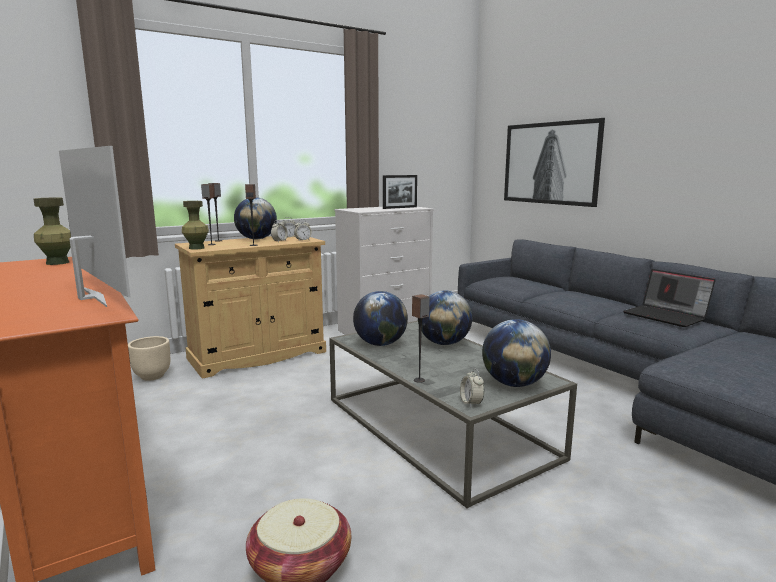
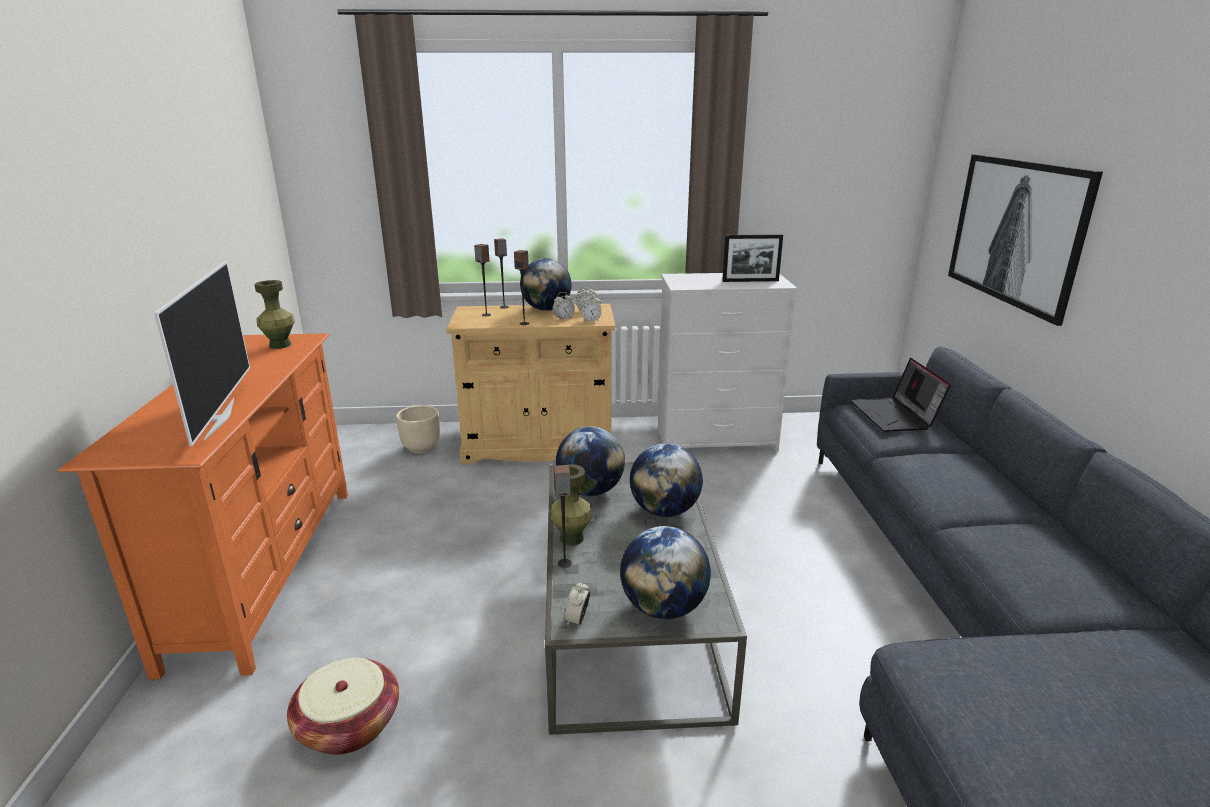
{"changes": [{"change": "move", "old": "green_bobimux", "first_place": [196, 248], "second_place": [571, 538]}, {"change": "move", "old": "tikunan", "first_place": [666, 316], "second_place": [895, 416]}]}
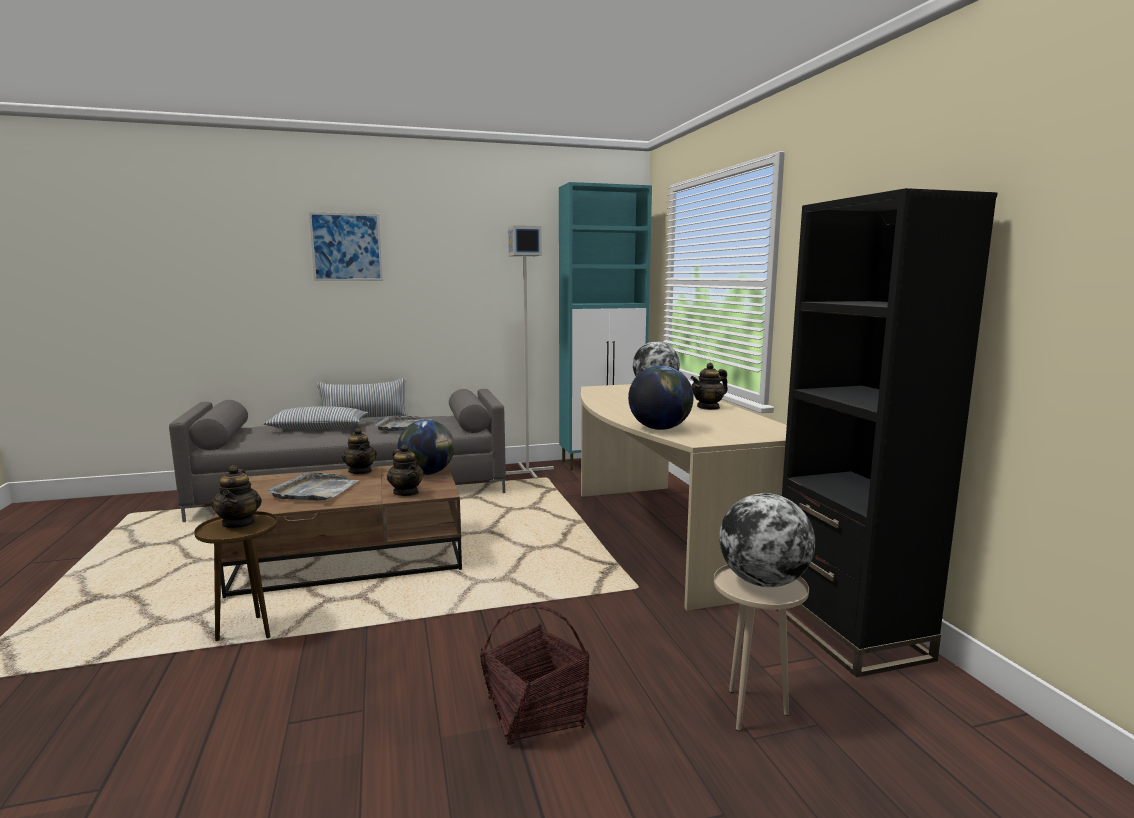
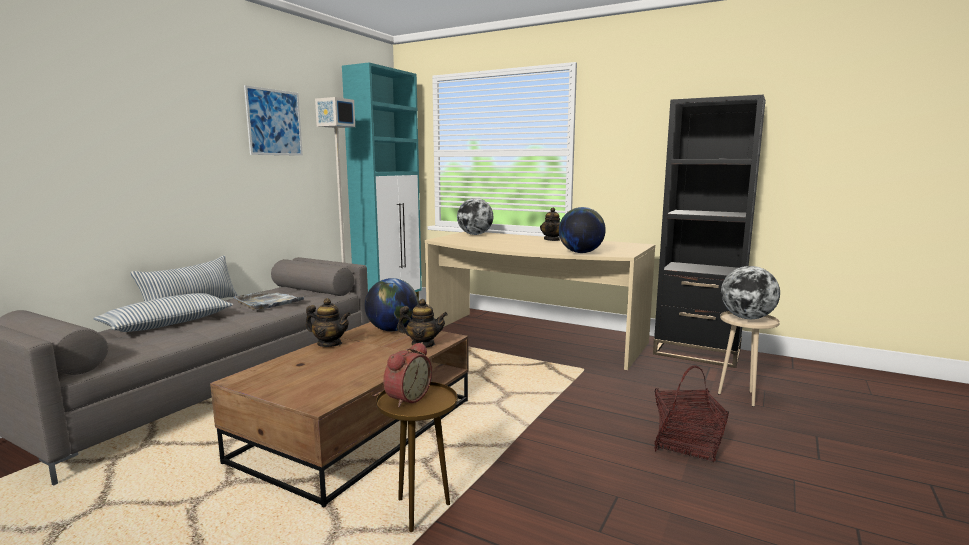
{"changes": [{"change": "move", "old": "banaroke", "first_place": [346, 247], "second_place": [274, 122]}, {"change": "replace", "old": "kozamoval", "new": "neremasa", "first_place": [239, 523], "second_place": [406, 398]}, {"change": "delete", "old": "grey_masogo", "first_place": [315, 491]}]}
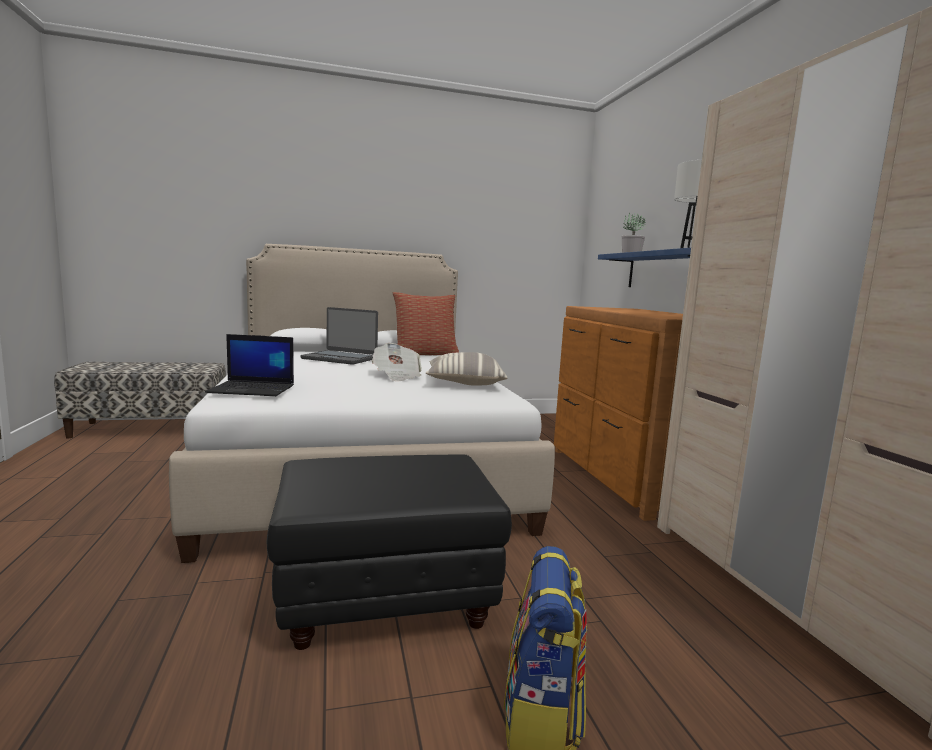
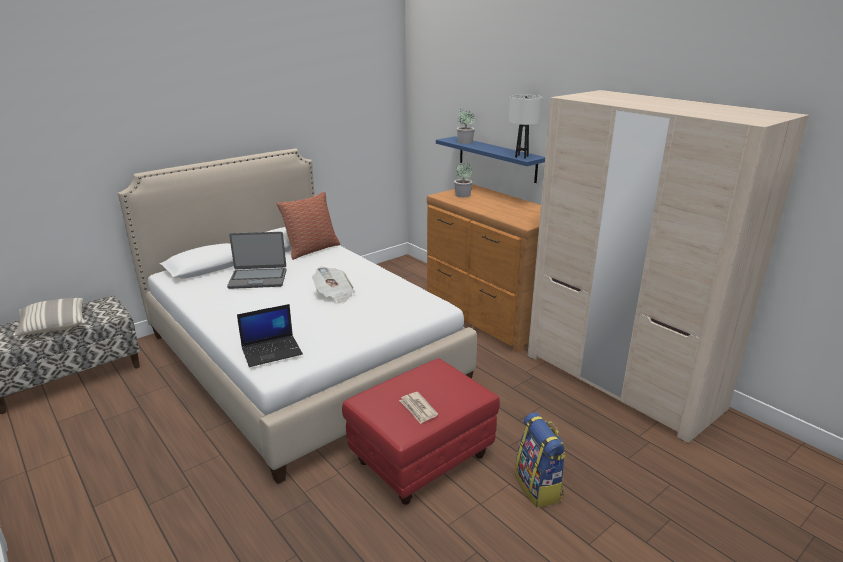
{"changes": [{"change": "move", "old": "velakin", "first_place": [464, 383], "second_place": [53, 326]}, {"change": "recolor", "old": "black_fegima", "new": "red_fegima", "first_place": [385, 597], "second_place": [421, 458]}, {"change": "insert", "new": "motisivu", "second_place": [463, 195]}, {"change": "insert", "new": "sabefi", "second_place": [418, 409]}]}
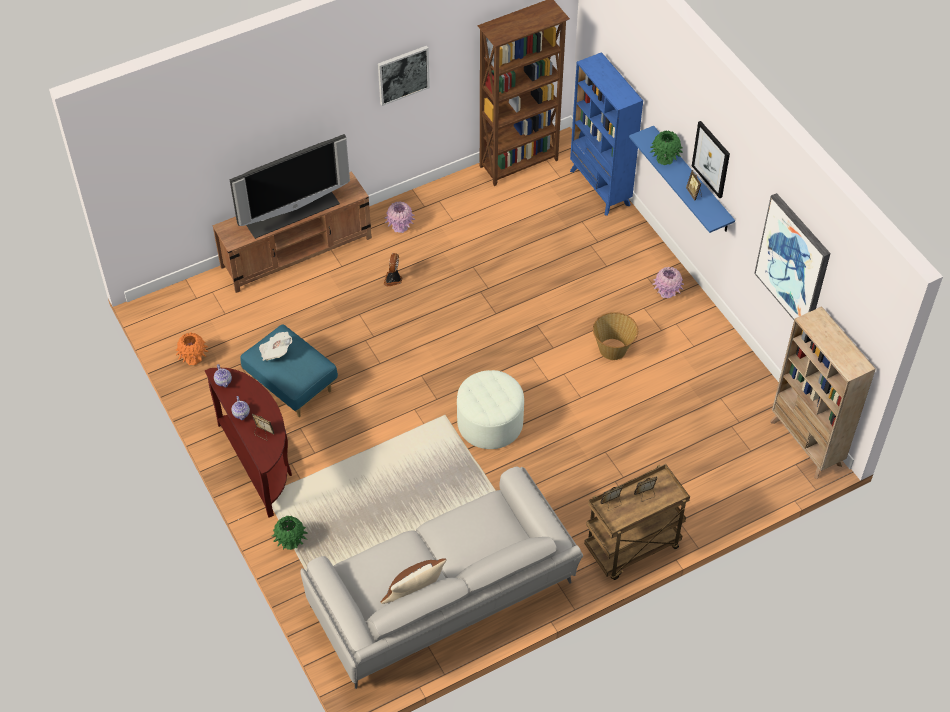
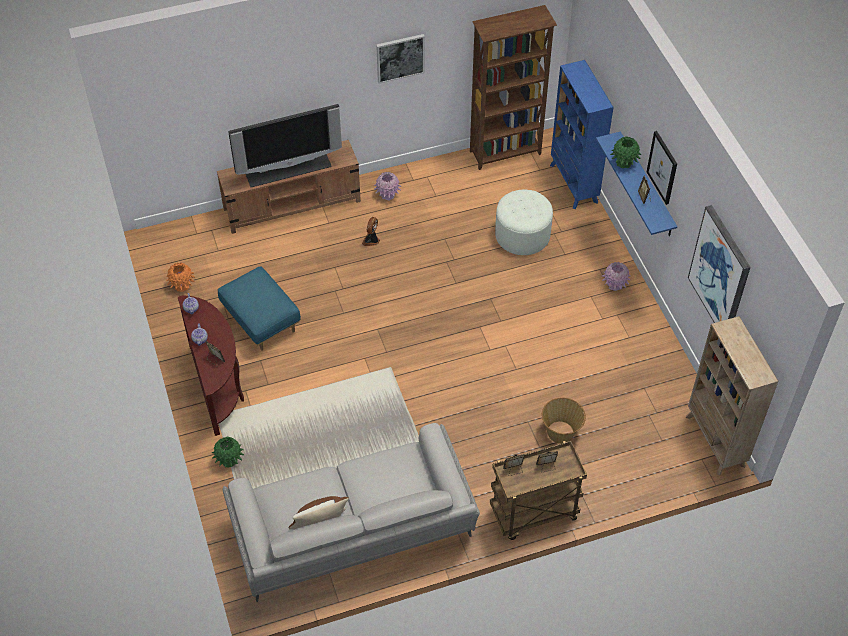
{"changes": [{"change": "move", "old": "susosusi", "first_place": [613, 349], "second_place": [561, 432]}, {"change": "delete", "old": "sabefi", "first_place": [275, 351]}, {"change": "move", "old": "white_fegima", "first_place": [490, 423], "second_place": [522, 235]}]}
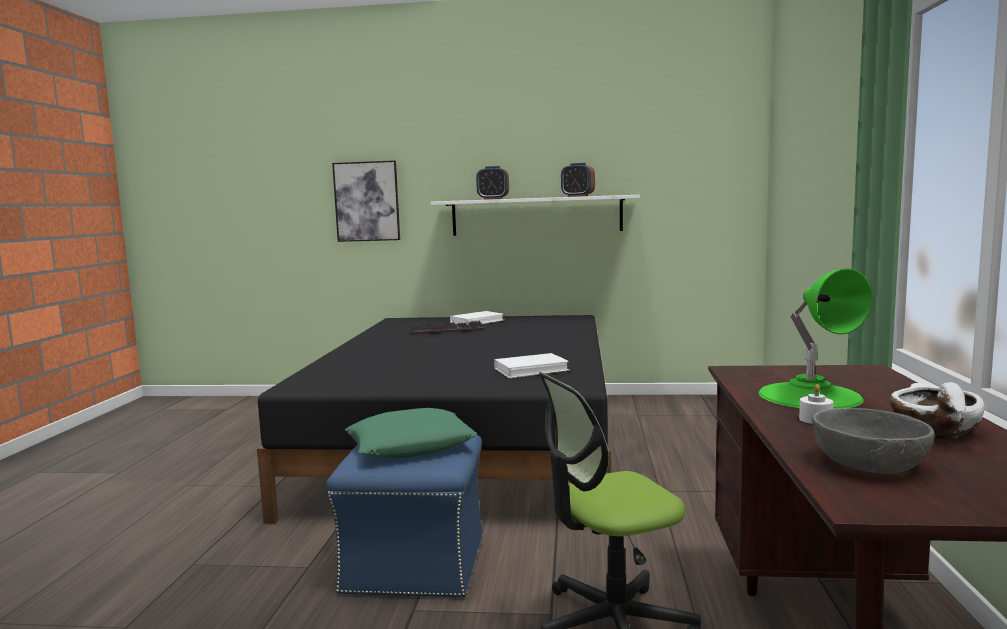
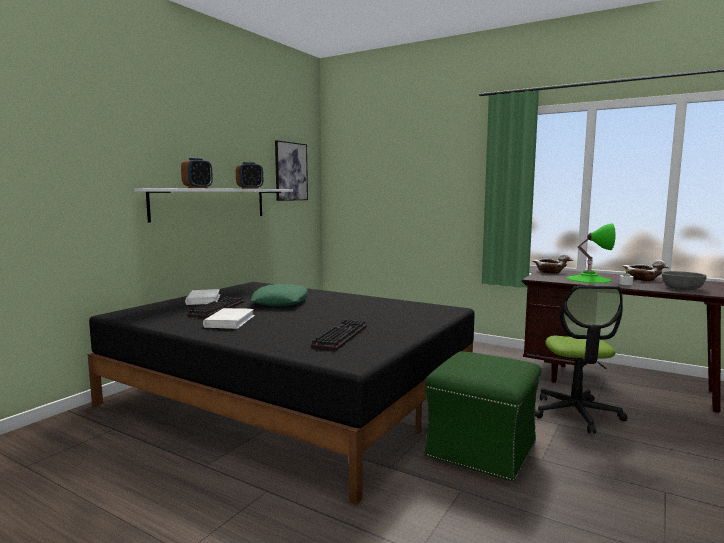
{"changes": [{"change": "move", "old": "banaroke", "first_place": [367, 201], "second_place": [291, 171]}, {"change": "move", "old": "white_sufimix", "first_place": [531, 370], "second_place": [230, 321]}, {"change": "move", "old": "green_velakin", "first_place": [411, 445], "second_place": [280, 301]}, {"change": "recolor", "old": "blue_fegima", "new": "green_fegima", "first_place": [416, 564], "second_place": [482, 449]}, {"change": "insert", "new": "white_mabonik", "second_place": [549, 272]}, {"change": "insert", "new": "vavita", "second_place": [339, 336]}]}
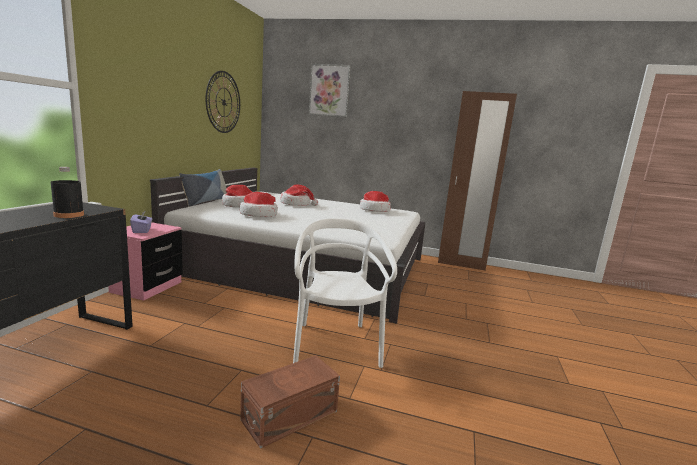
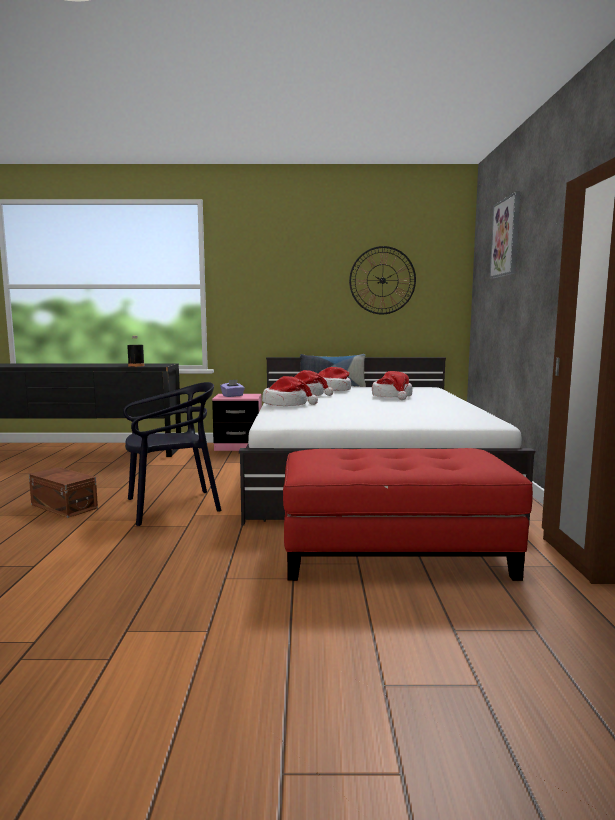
{"changes": [{"change": "move", "old": "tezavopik", "first_place": [374, 210], "second_place": [286, 404]}, {"change": "recolor", "old": "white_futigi", "new": "black_futigi", "first_place": [335, 345], "second_place": [171, 506]}, {"change": "insert", "new": "red_fegima", "second_place": [395, 552]}]}
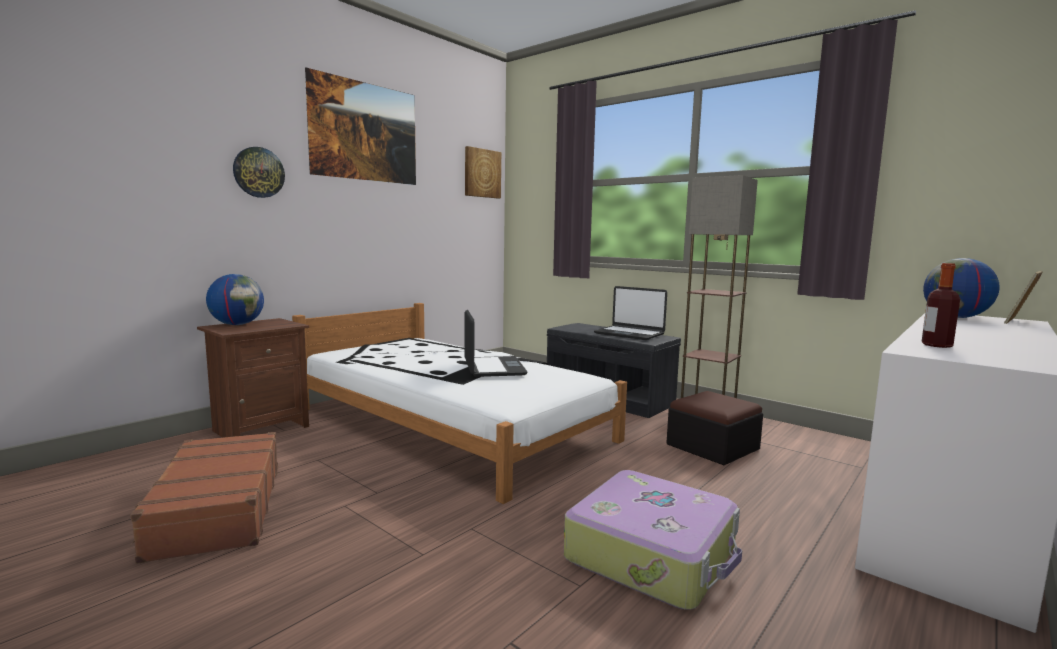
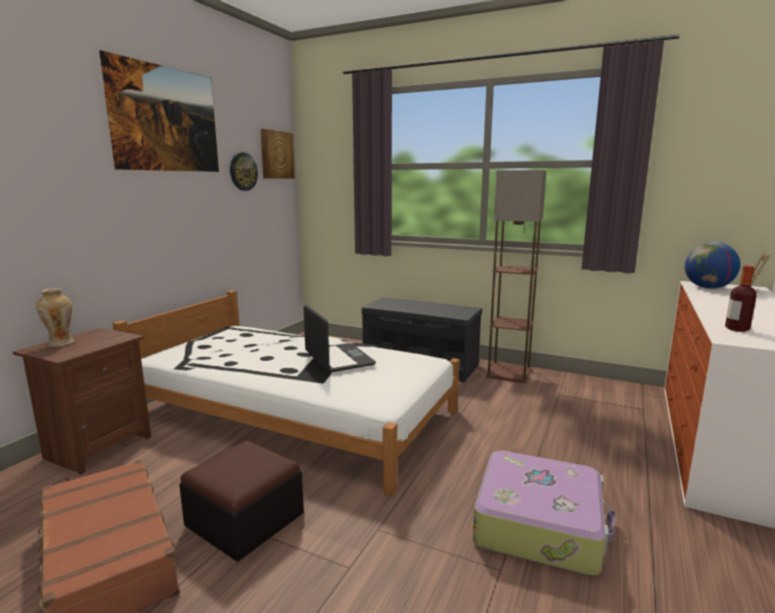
{"changes": [{"change": "move", "old": "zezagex", "first_place": [258, 172], "second_place": [243, 171]}, {"change": "replace", "old": "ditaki", "new": "bobimux", "first_place": [237, 324], "second_place": [60, 343]}, {"change": "delete", "old": "tikunan", "first_place": [629, 334]}, {"change": "move", "old": "fegima", "first_place": [712, 447], "second_place": [245, 519]}]}
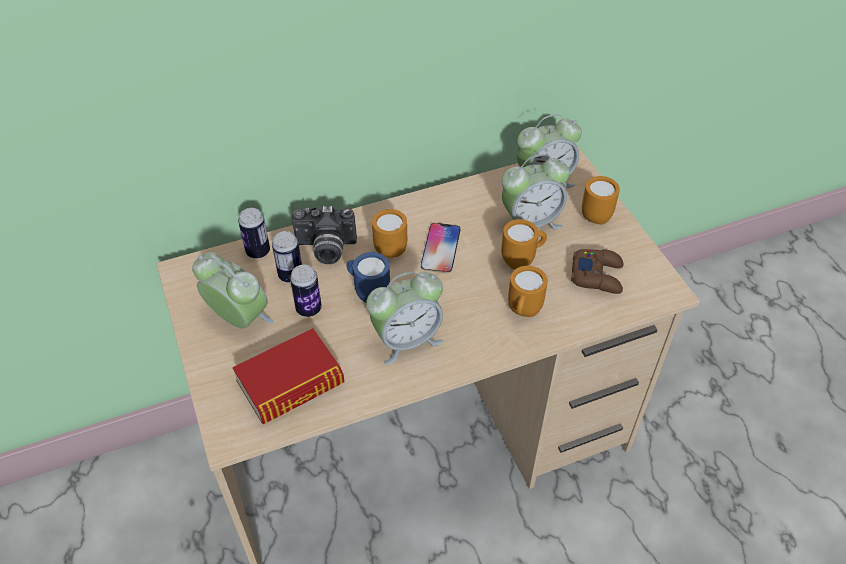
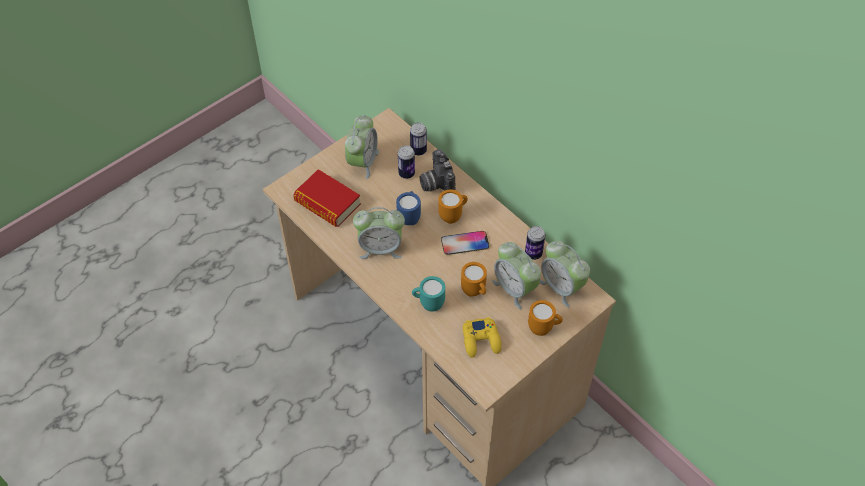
{"changes": [{"change": "recolor", "old": "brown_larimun", "new": "yellow_larimun", "first_place": [597, 275], "second_place": [481, 340]}, {"change": "move", "old": "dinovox", "first_place": [308, 309], "second_place": [533, 254]}, {"change": "recolor", "old": "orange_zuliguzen", "new": "turquoise_zuliguzen", "first_place": [523, 313], "second_place": [428, 304]}, {"change": "rotate", "old": "neremasa", "first_place": [406, 340], "second_place": [380, 248], "degrees": -45}]}
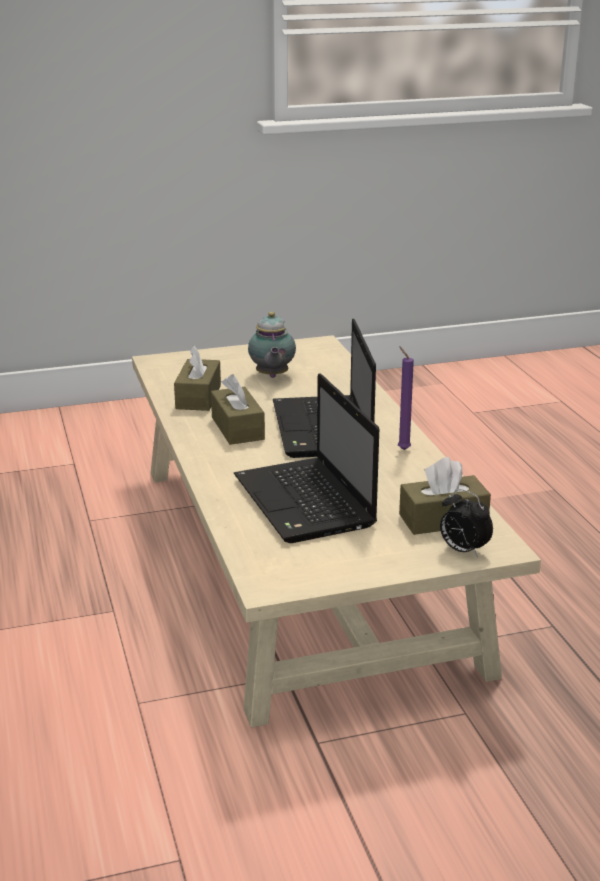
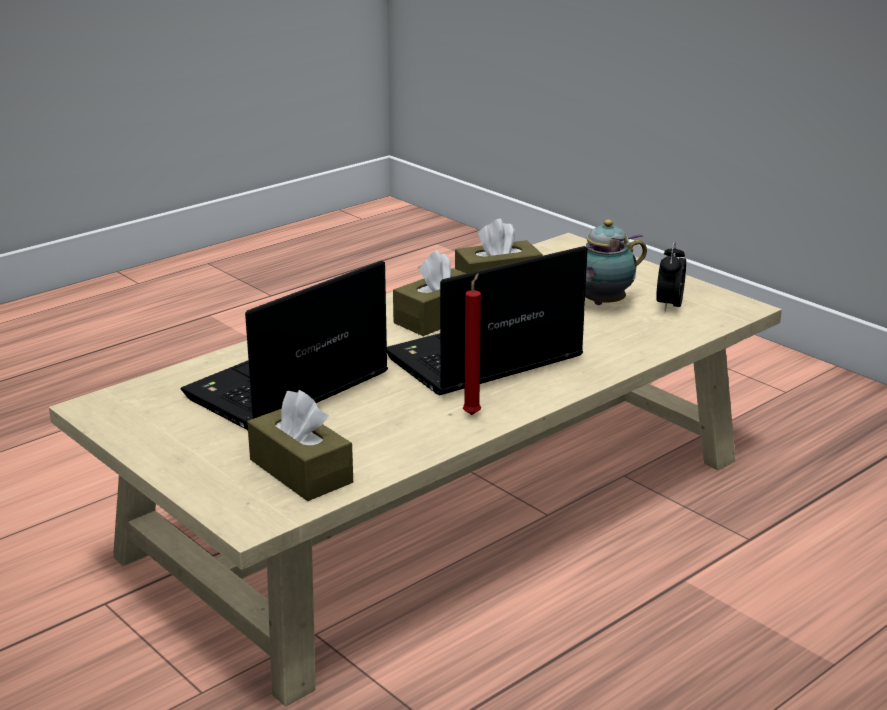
{"changes": [{"change": "recolor", "old": "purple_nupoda", "new": "red_nupoda", "first_place": [402, 449], "second_place": [473, 413]}, {"change": "move", "old": "neremasa", "first_place": [462, 550], "second_place": [669, 306]}]}
